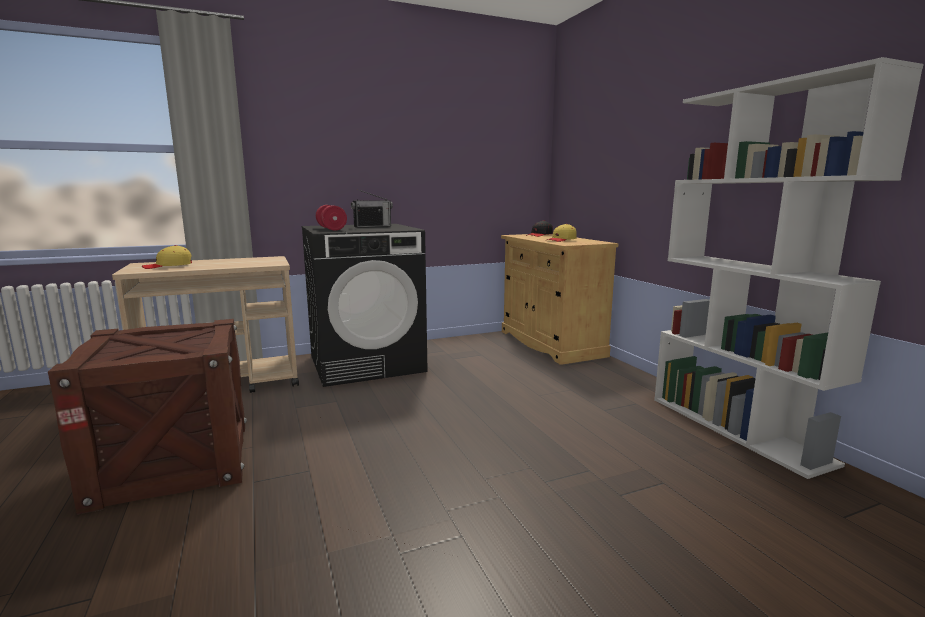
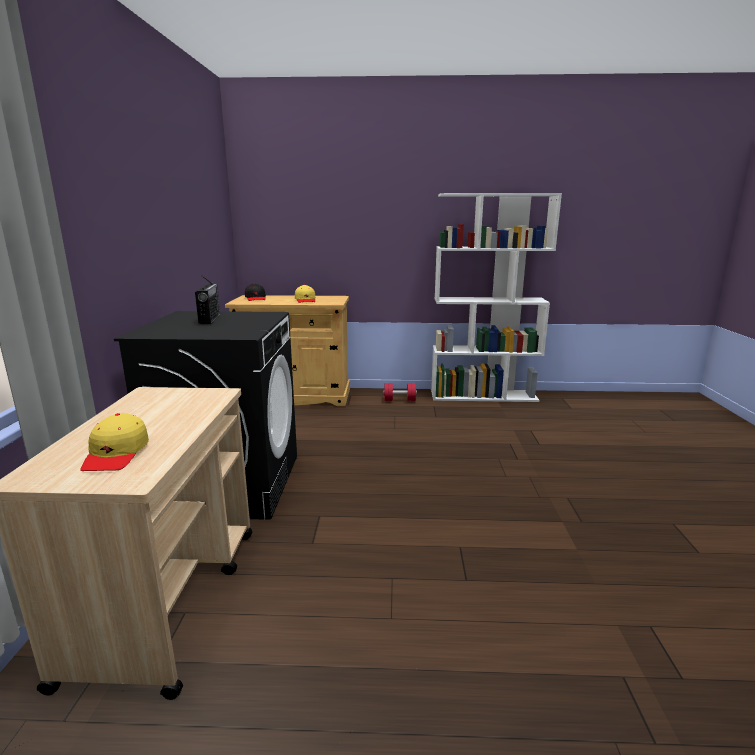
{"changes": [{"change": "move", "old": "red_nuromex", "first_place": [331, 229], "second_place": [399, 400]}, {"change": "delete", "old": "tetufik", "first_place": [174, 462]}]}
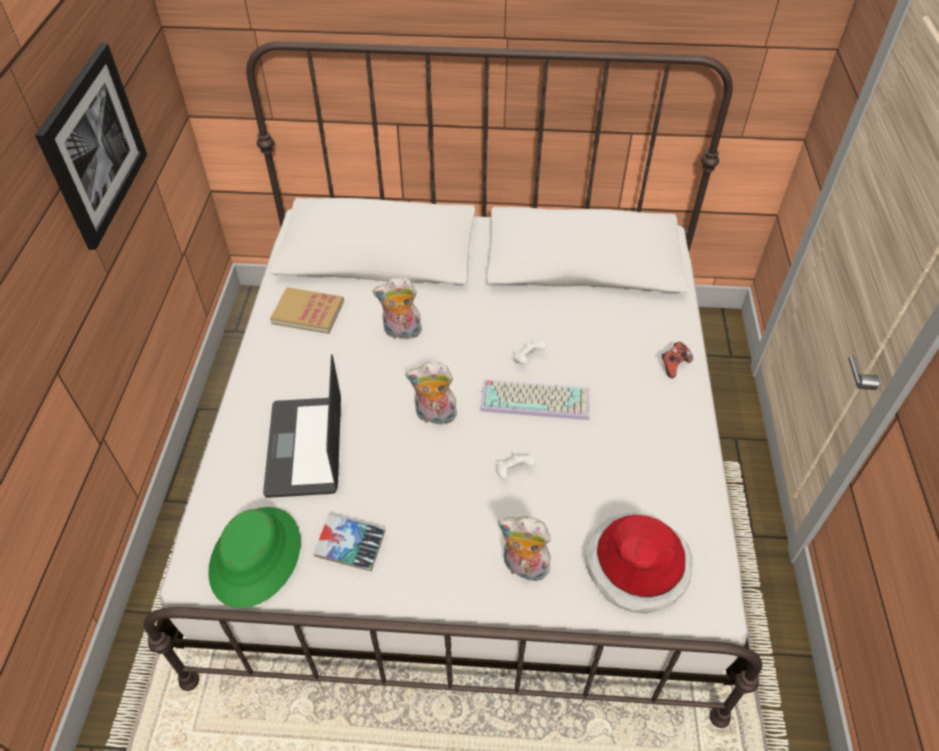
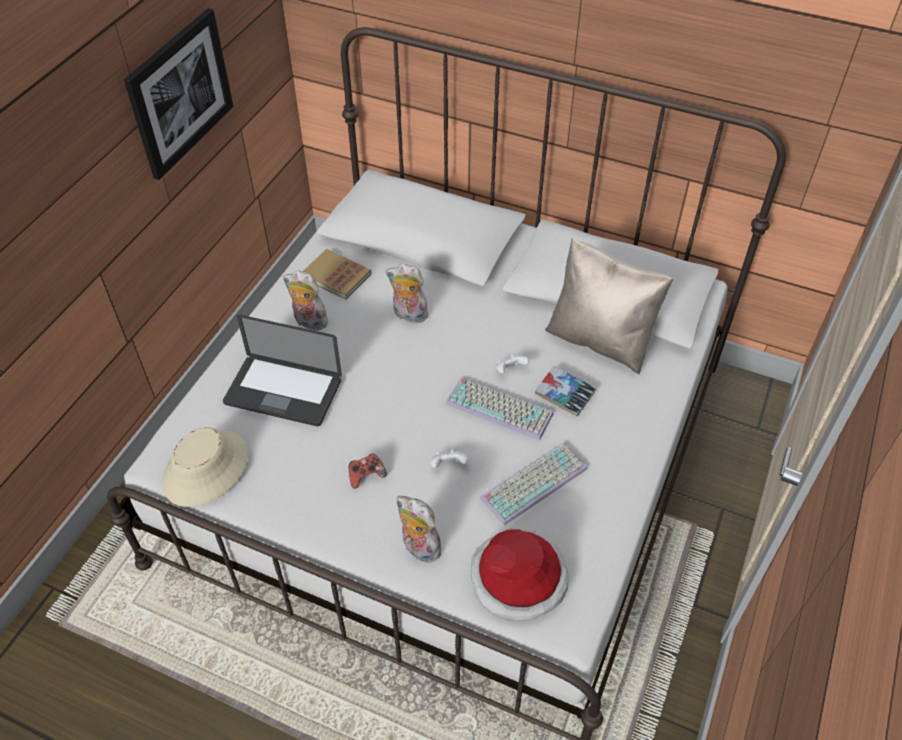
{"changes": [{"change": "move", "old": "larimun", "first_place": [674, 365], "second_place": [366, 476]}, {"change": "rotate", "old": "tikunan", "first_place": [305, 447], "second_place": [283, 392], "degrees": -90}, {"change": "move", "old": "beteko", "first_place": [434, 416], "second_place": [308, 322]}, {"change": "recolor", "old": "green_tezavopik", "new": "beige_tezavopik", "first_place": [256, 557], "second_place": [206, 469]}, {"change": "move", "old": "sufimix", "first_place": [350, 546], "second_place": [564, 394]}, {"change": "insert", "new": "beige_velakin", "second_place": [600, 339]}, {"change": "insert", "new": "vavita", "second_place": [534, 481]}]}
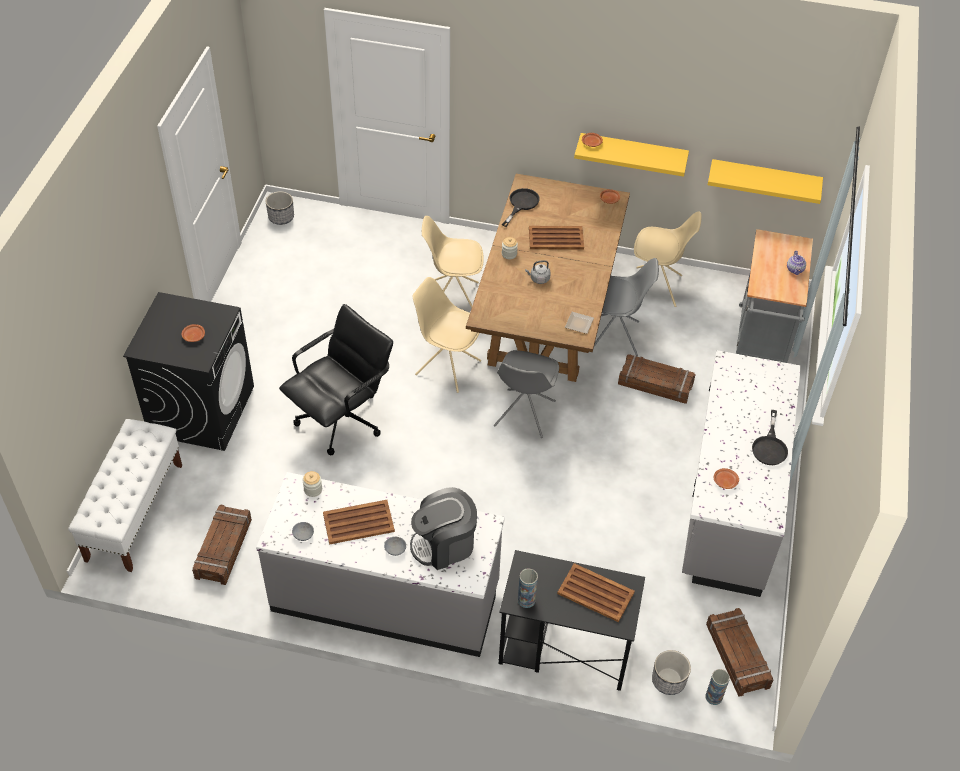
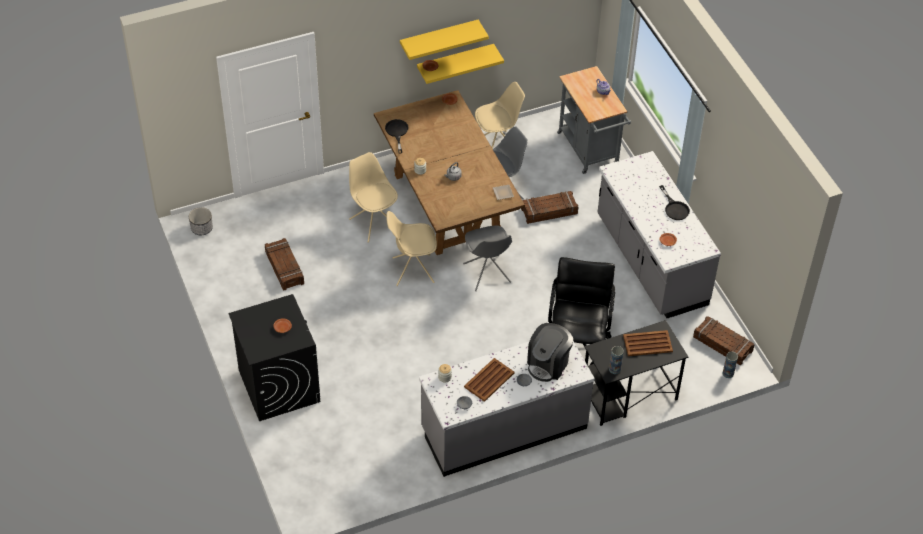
{"changes": [{"change": "move", "old": "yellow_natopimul", "first_place": [764, 179], "second_place": [439, 37]}, {"change": "rotate", "old": "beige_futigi", "first_place": [452, 297], "second_place": [373, 222], "degrees": 90}, {"change": "delete", "old": "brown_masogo", "first_place": [556, 238]}, {"change": "move", "old": "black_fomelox", "first_place": [341, 420], "second_place": [577, 341]}, {"change": "delete", "old": "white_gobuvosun", "first_place": [134, 511]}, {"change": "move", "old": "tetufik", "first_place": [223, 549], "second_place": [284, 268]}, {"change": "delete", "old": "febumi", "first_place": [668, 681]}]}
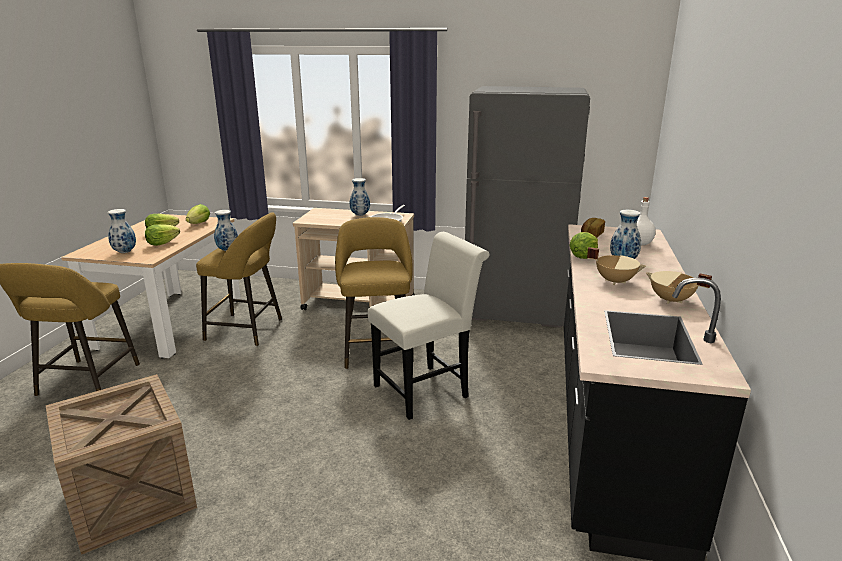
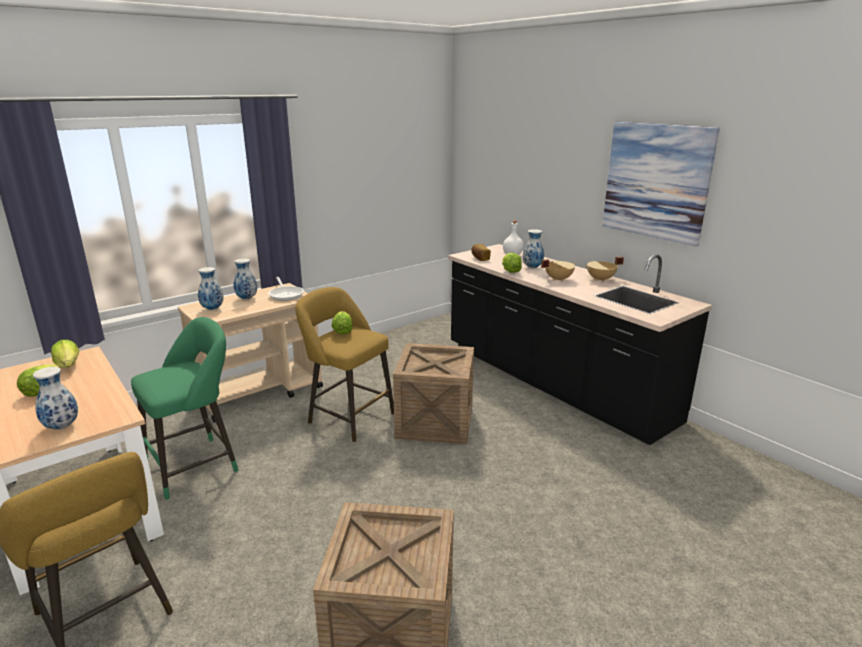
{"changes": [{"change": "delete", "old": "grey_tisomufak", "first_place": [515, 313]}, {"change": "move", "old": "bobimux", "first_place": [227, 250], "second_place": [212, 309]}, {"change": "recolor", "old": "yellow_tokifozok", "new": "green_tokifozok", "first_place": [248, 330], "second_place": [197, 465]}, {"change": "move", "old": "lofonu", "first_place": [162, 243], "second_place": [342, 331]}, {"change": "replace", "old": "white_futigi", "new": "tetufik", "first_place": [426, 389], "second_place": [435, 422]}, {"change": "insert", "new": "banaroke", "second_place": [656, 181]}]}
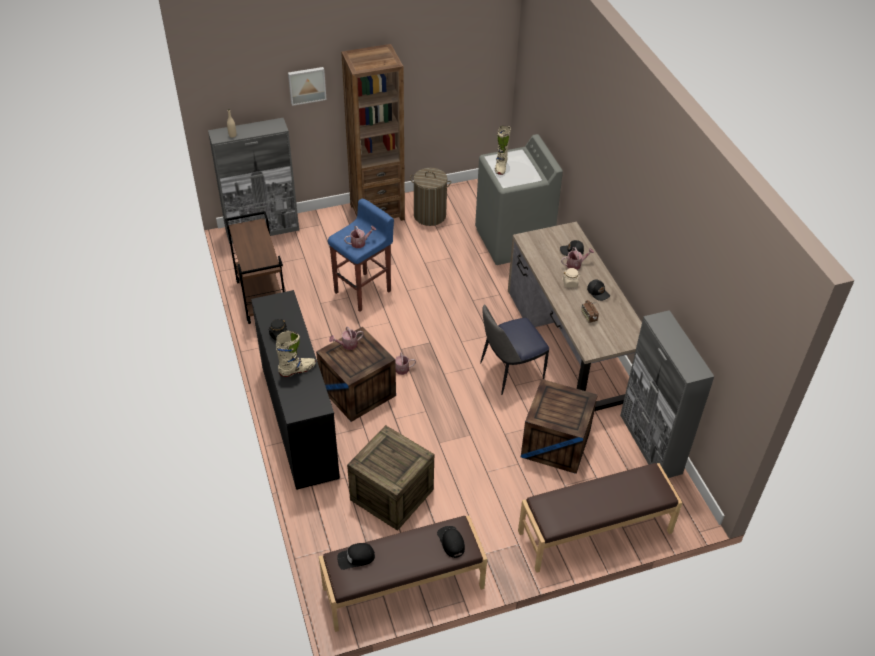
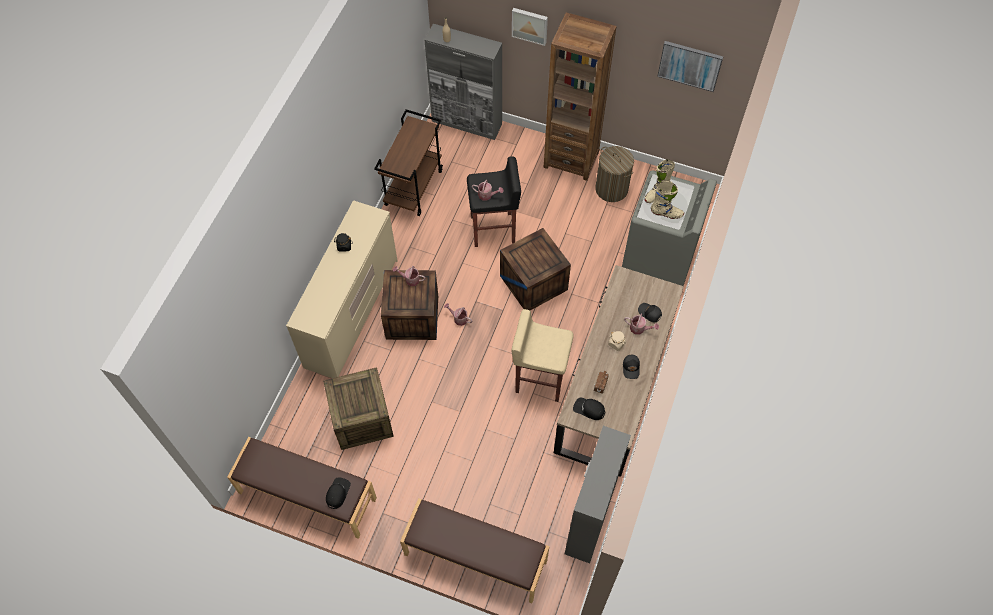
{"changes": [{"change": "recolor", "old": "blue_tokifozok", "new": "black_tokifozok", "first_place": [364, 291], "second_place": [494, 230]}, {"change": "recolor", "old": "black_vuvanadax", "new": "beige_vuvanadax", "first_place": [299, 420], "second_place": [352, 312]}, {"change": "replace", "old": "futigi", "new": "beige_tokifozok", "first_place": [509, 372], "second_place": [540, 379]}, {"change": "move", "old": "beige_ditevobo", "first_place": [297, 370], "second_place": [666, 213]}, {"change": "move", "old": "tetufik", "first_place": [555, 443], "second_place": [533, 283]}, {"change": "move", "old": "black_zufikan", "first_place": [356, 558], "second_place": [589, 409]}, {"change": "insert", "new": "banaroke", "second_place": [690, 65]}]}
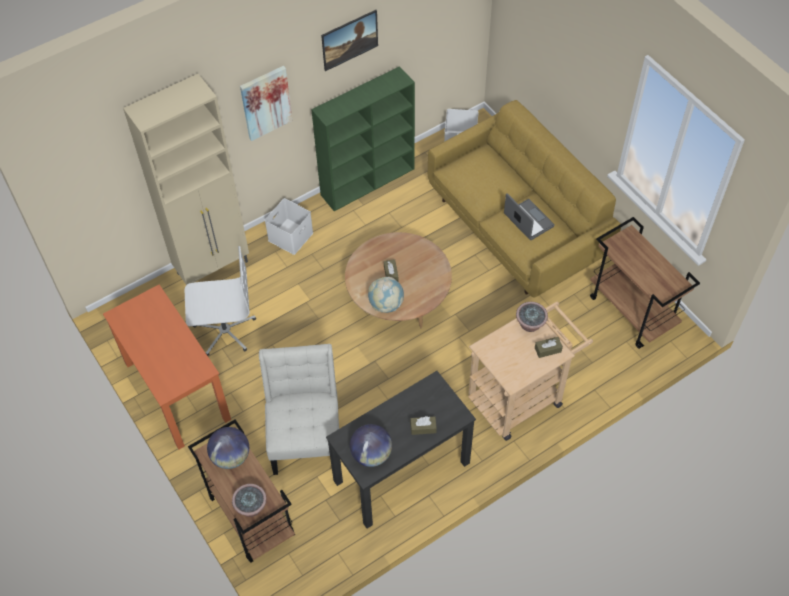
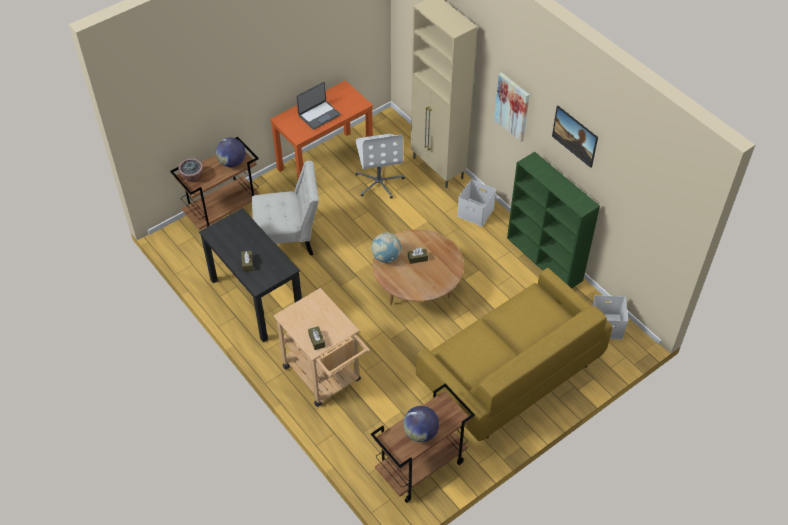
{"changes": [{"change": "move", "old": "tikunan", "first_place": [528, 221], "second_place": [319, 115]}, {"change": "delete", "old": "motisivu", "first_place": [530, 325]}, {"change": "move", "old": "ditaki", "first_place": [371, 454], "second_place": [420, 433]}]}
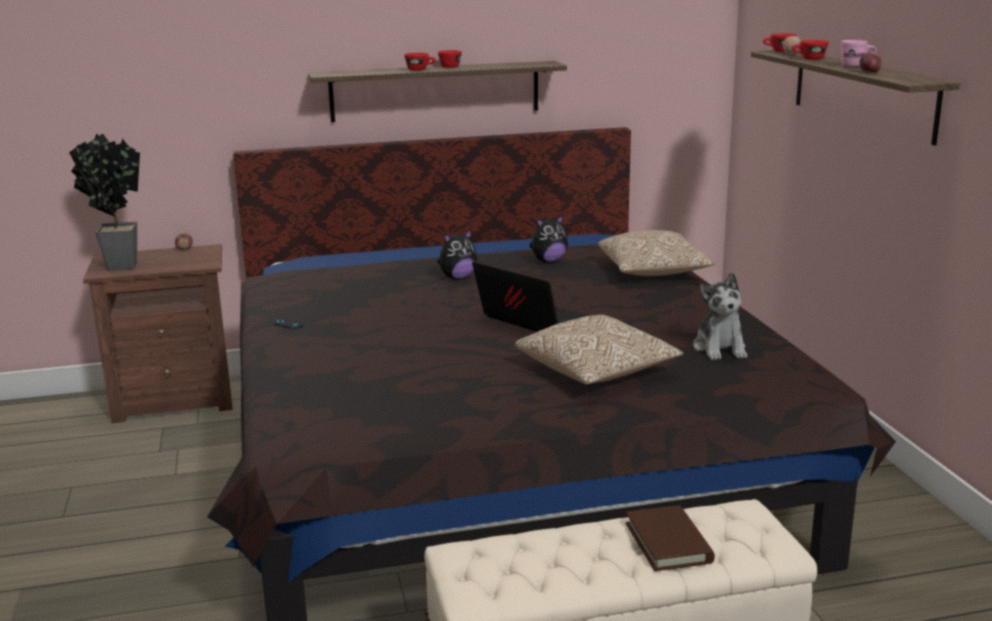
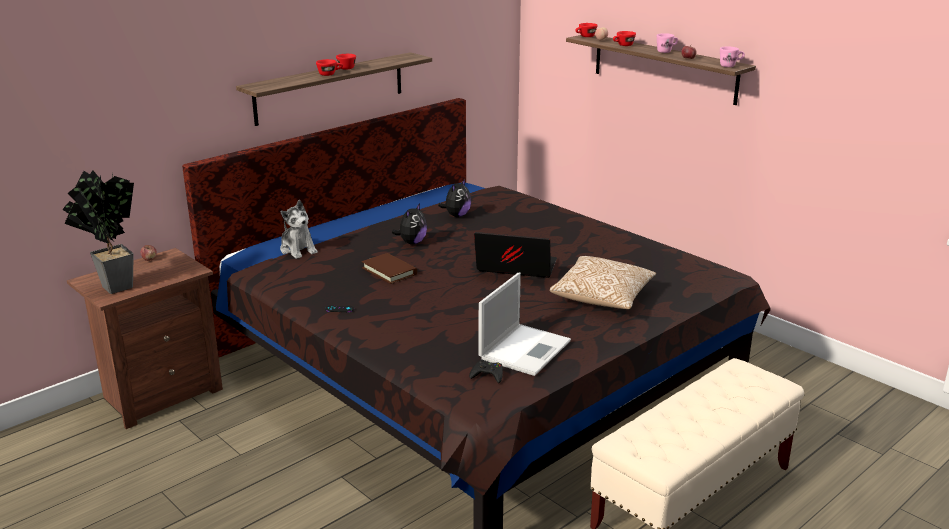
{"changes": [{"change": "delete", "old": "velakin", "first_place": [652, 272]}, {"change": "move", "old": "beteko", "first_place": [720, 348], "second_place": [298, 250]}, {"change": "move", "old": "brown_sufimix", "first_place": [668, 543], "second_place": [389, 271]}, {"change": "insert", "new": "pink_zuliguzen", "second_place": [730, 66]}, {"change": "insert", "new": "tikunan", "second_place": [525, 349]}, {"change": "insert", "new": "black_larimun", "second_place": [487, 375]}]}
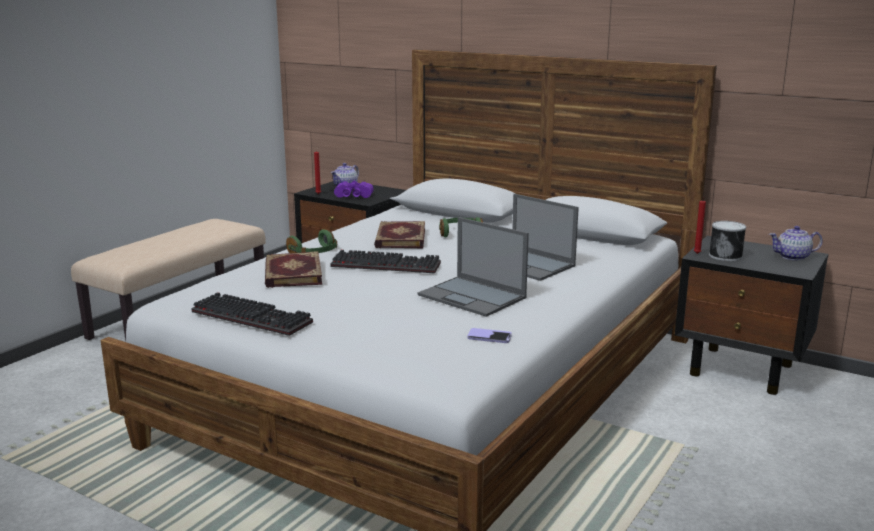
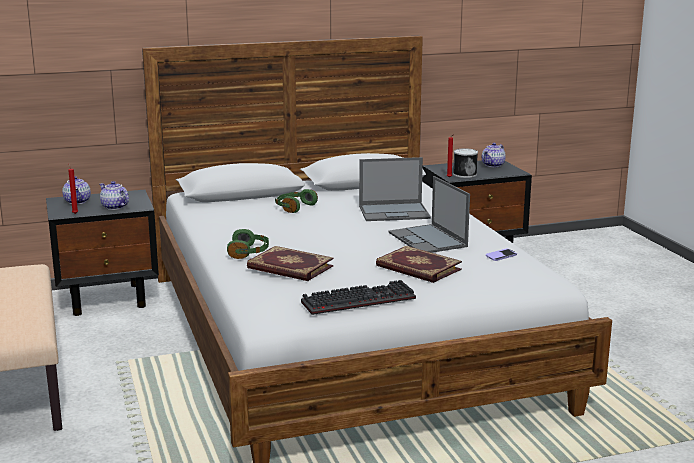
{"changes": [{"change": "replace", "old": "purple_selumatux", "new": "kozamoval", "first_place": [353, 196], "second_place": [114, 207]}, {"change": "rotate", "old": "tikunan", "first_place": [473, 297], "second_place": [428, 240], "degrees": 75}, {"change": "move", "old": "sufimix", "first_place": [399, 238], "second_place": [417, 268]}, {"change": "delete", "old": "vavita", "first_place": [388, 264]}]}
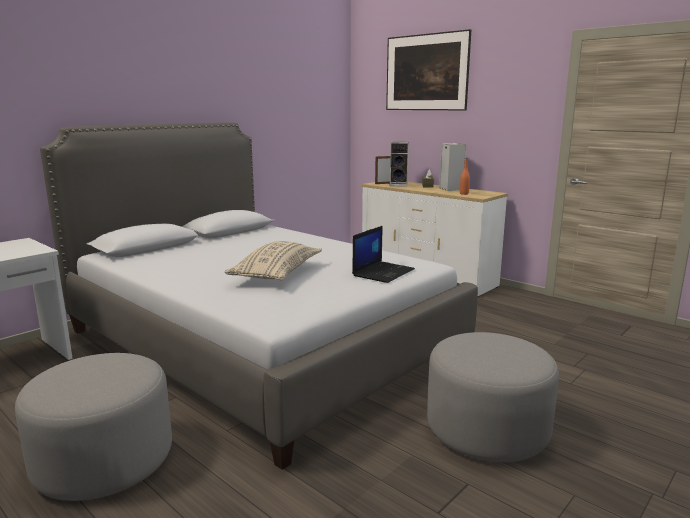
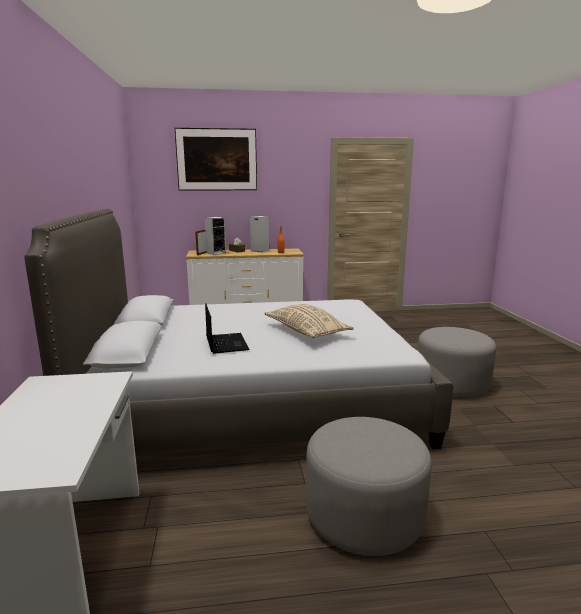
{"changes": [{"change": "move", "old": "tikunan", "first_place": [383, 272], "second_place": [226, 343]}]}
